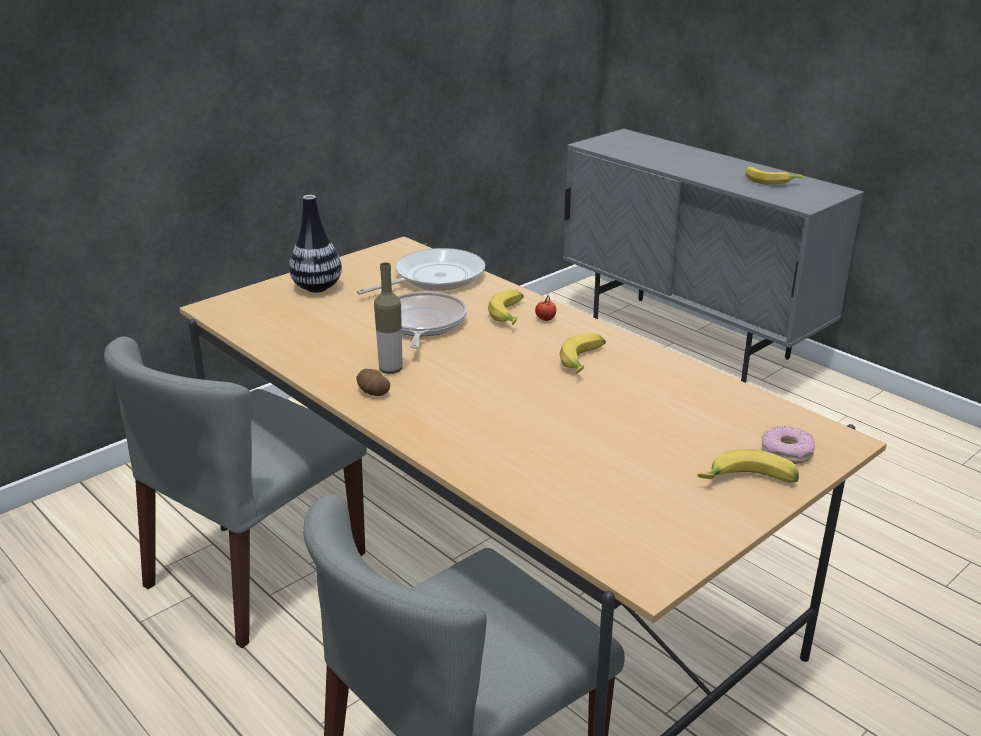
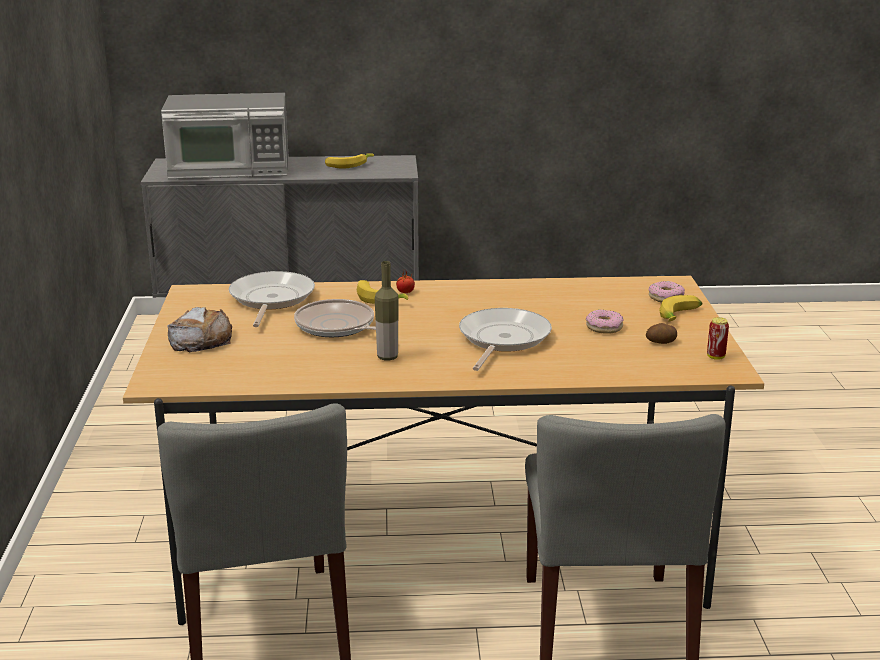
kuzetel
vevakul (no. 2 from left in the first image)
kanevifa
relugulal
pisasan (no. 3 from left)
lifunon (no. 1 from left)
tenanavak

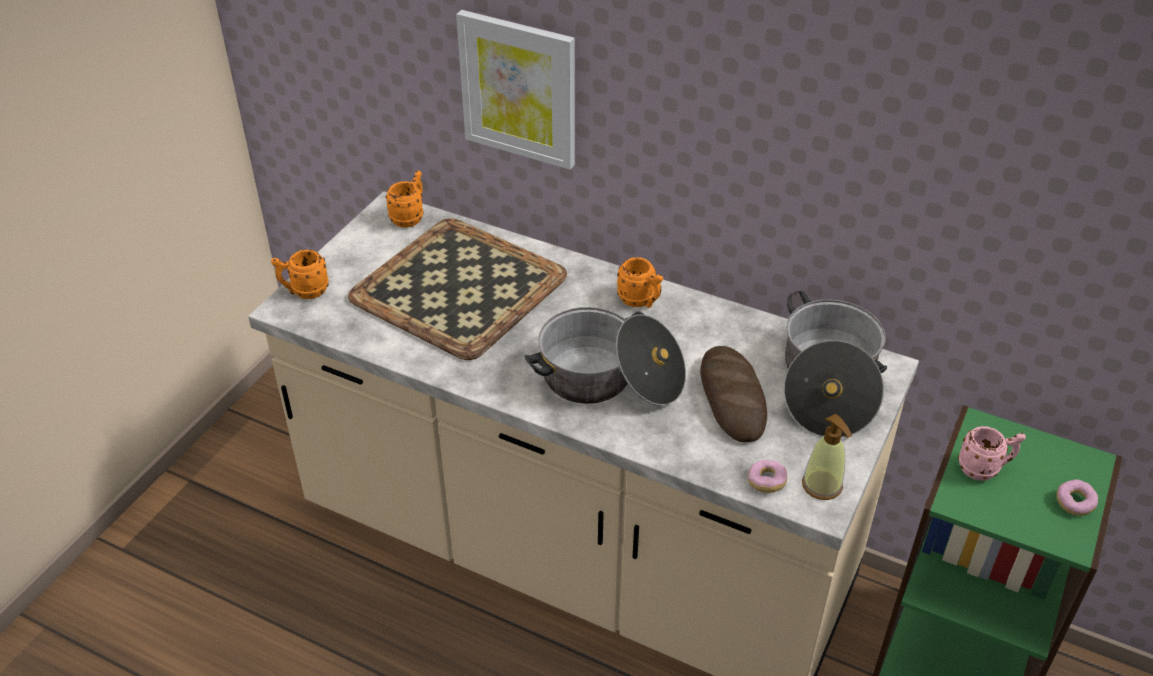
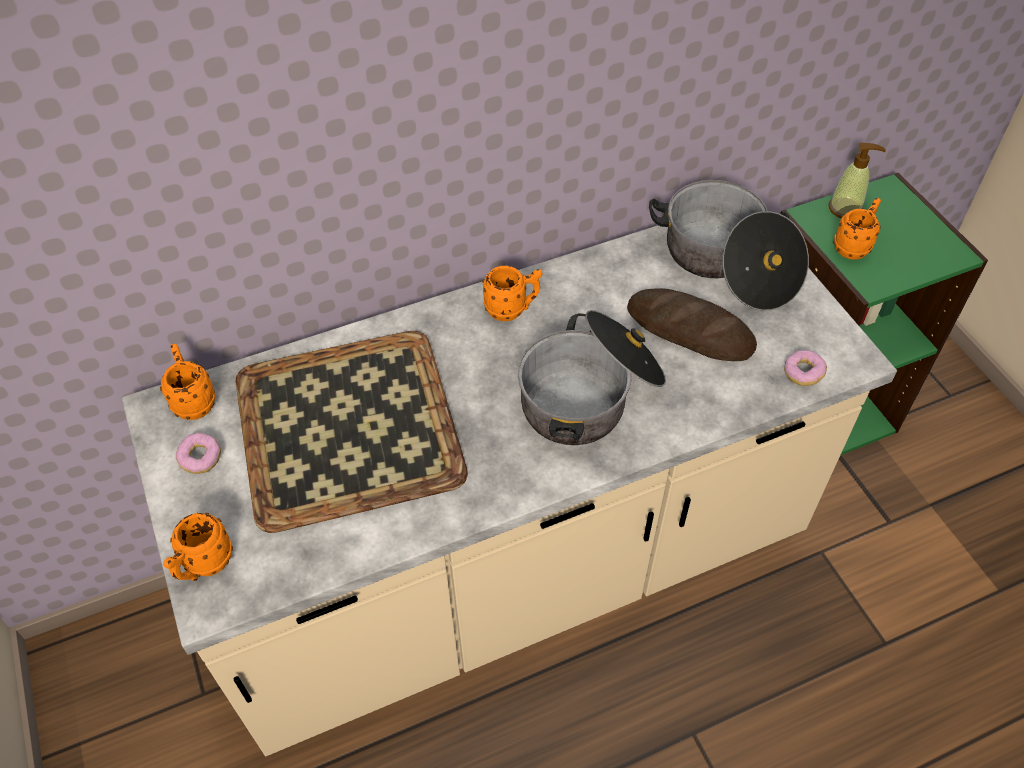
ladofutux
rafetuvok
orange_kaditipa (no. 4 from left)
lifunon (no. 1 from left)

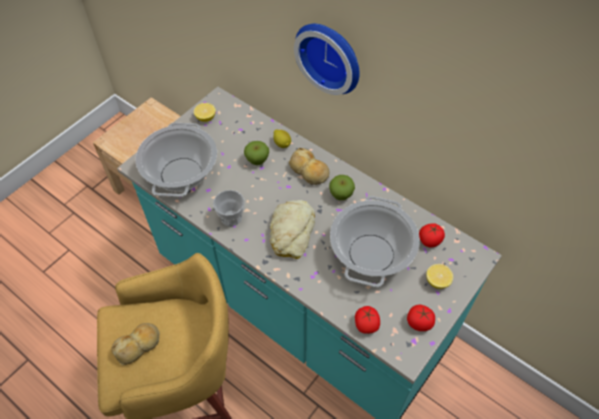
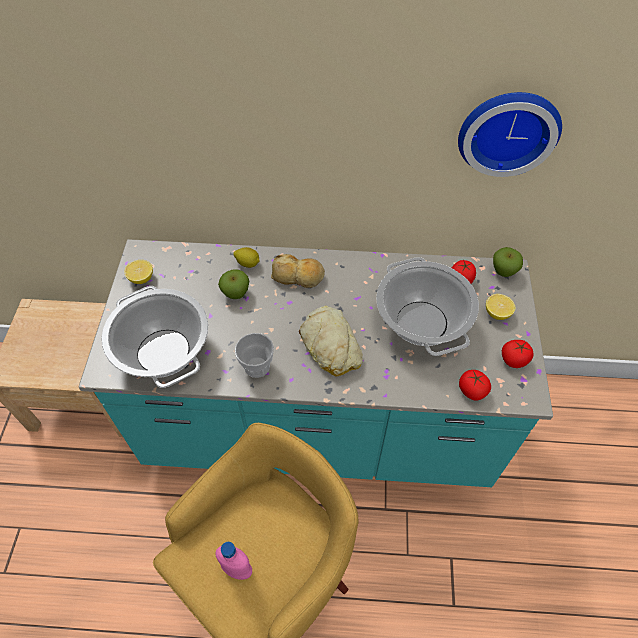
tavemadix
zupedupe (no. 2 from left)
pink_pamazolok

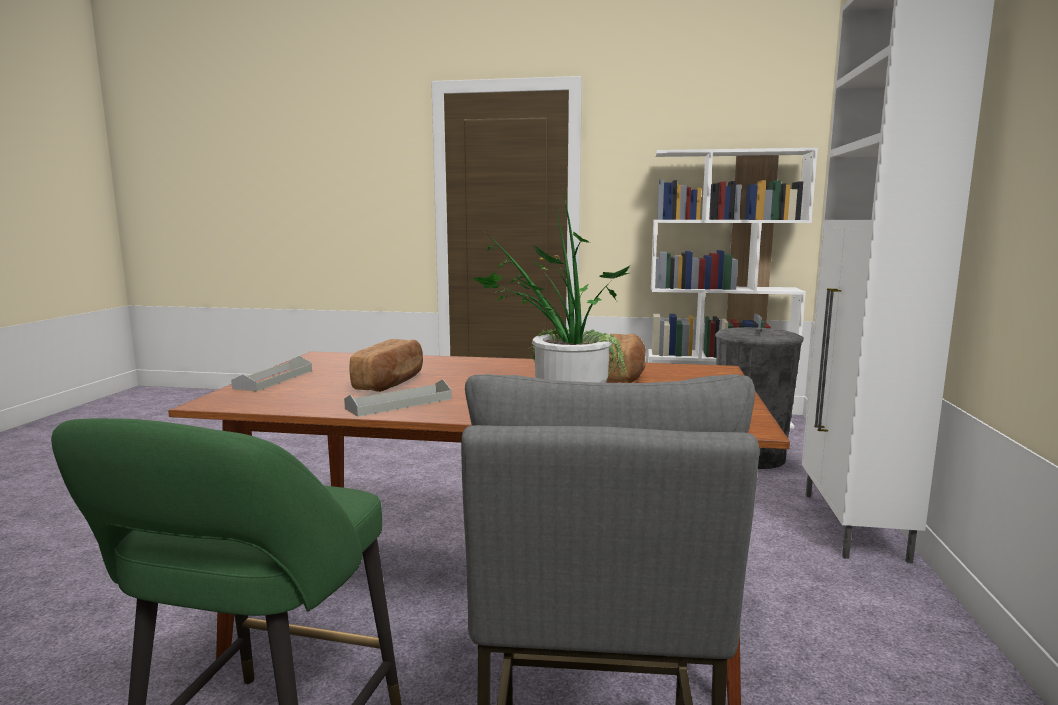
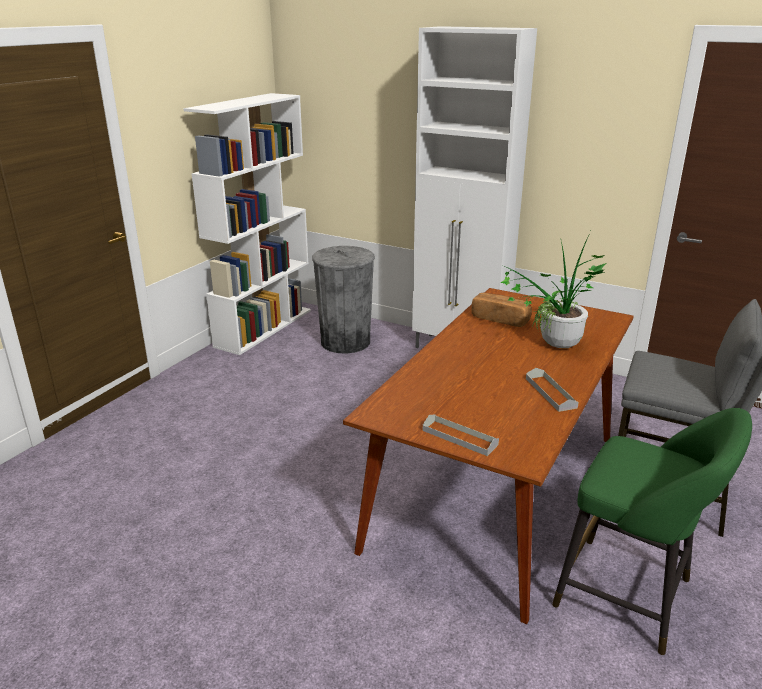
kuzetel (no. 1 from left in the first image)

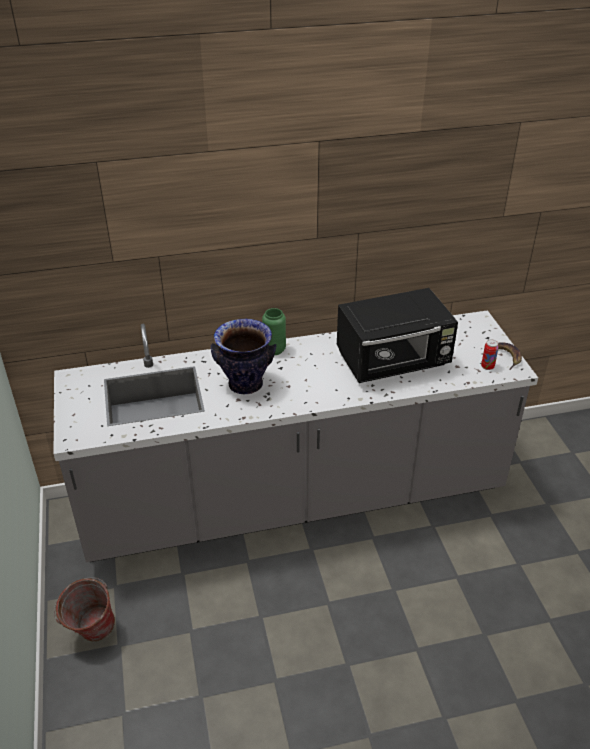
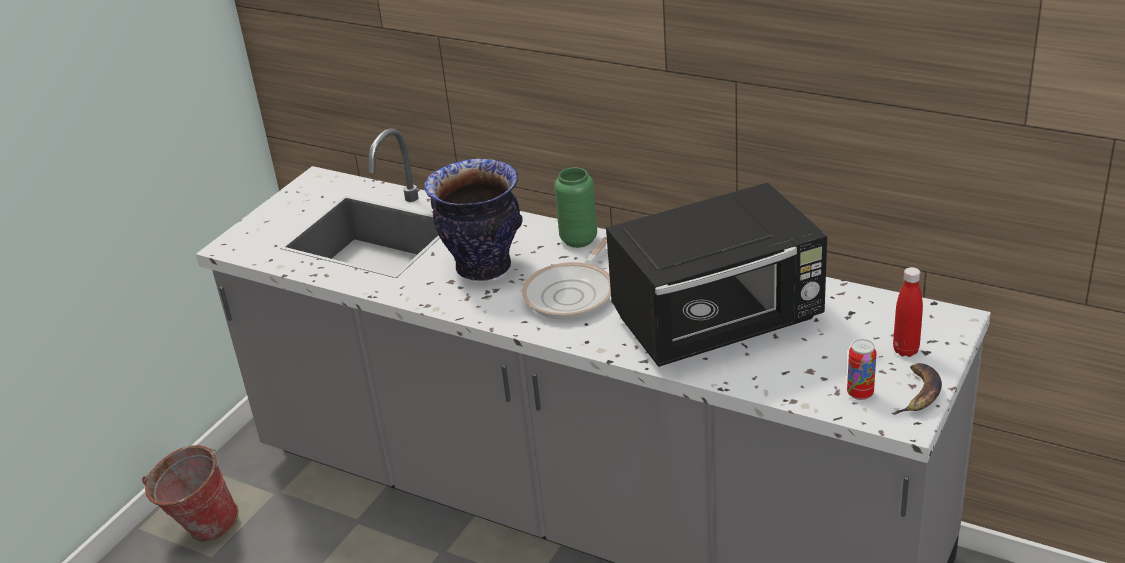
black_relugulal
pisasan
red_pamazolok

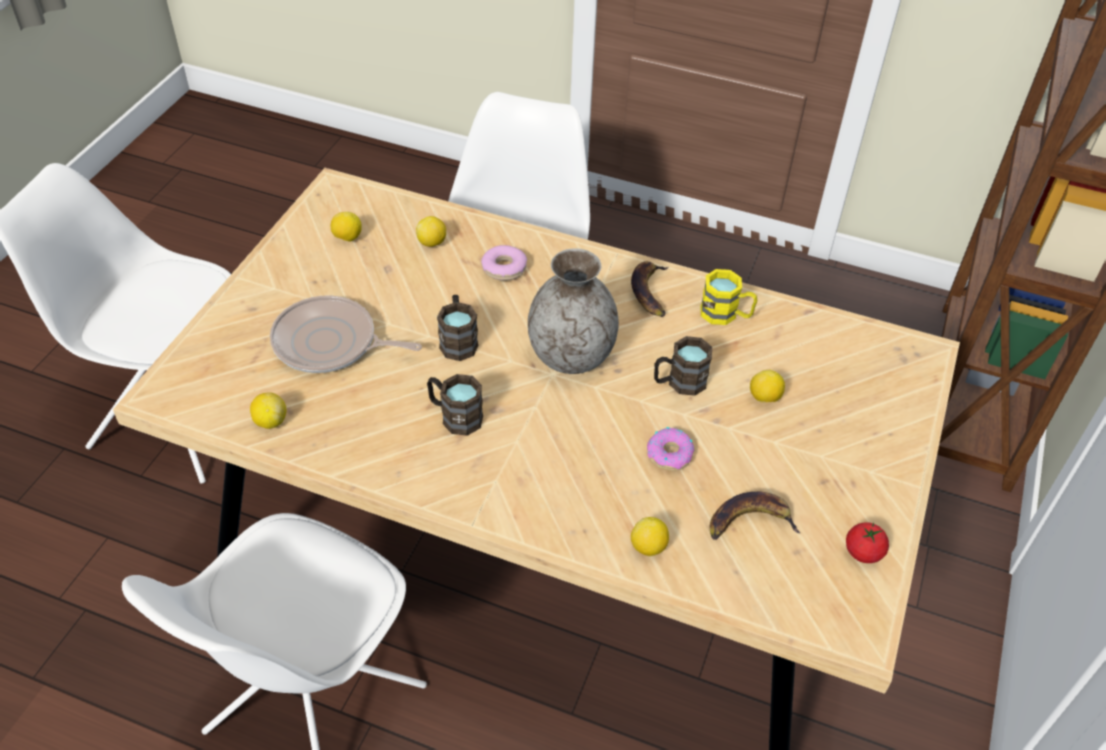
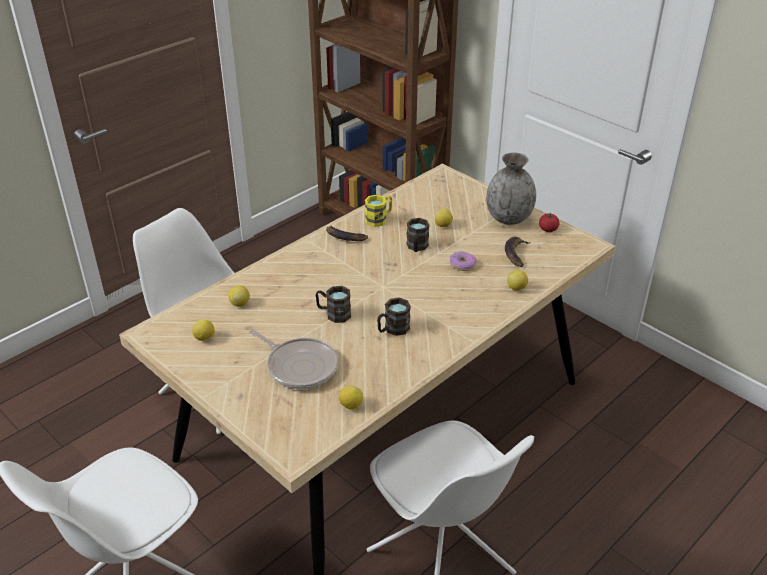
lifunon (no. 1 from left in the first image)
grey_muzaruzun
pisasan

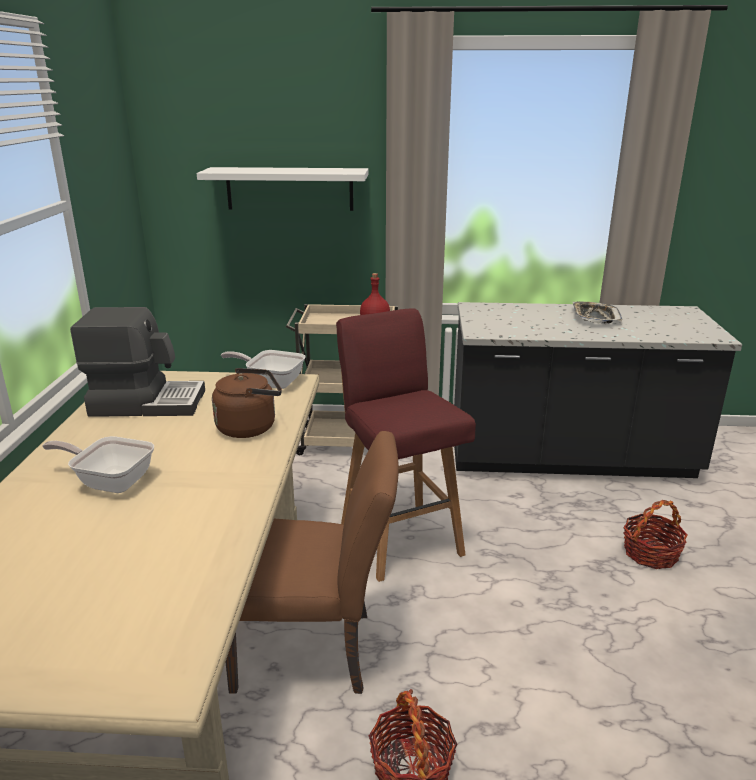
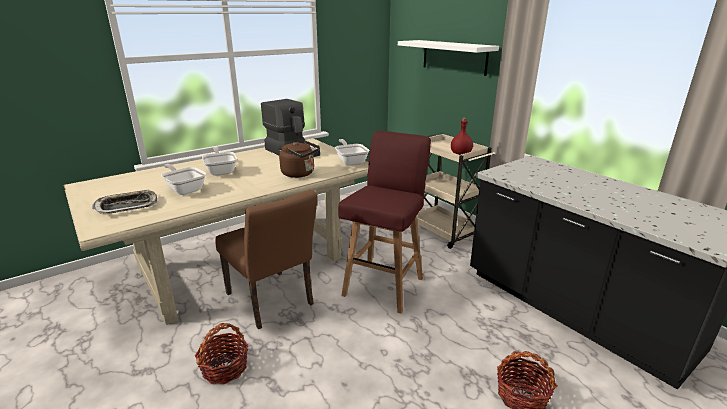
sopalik
pisasan (no. 1 from left)

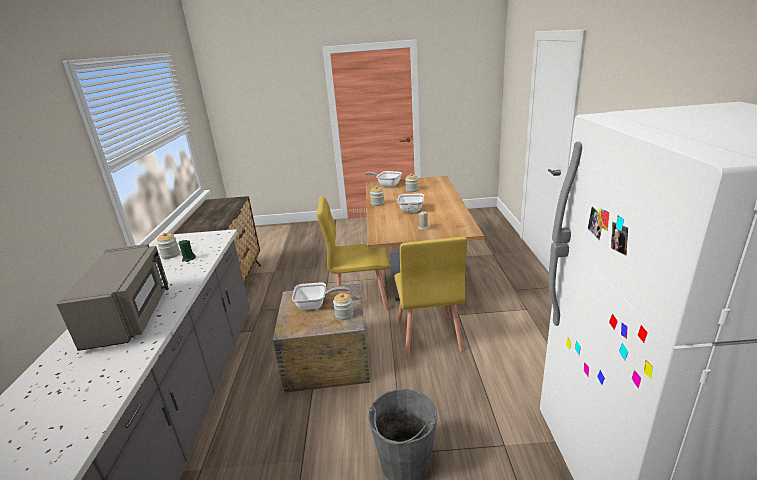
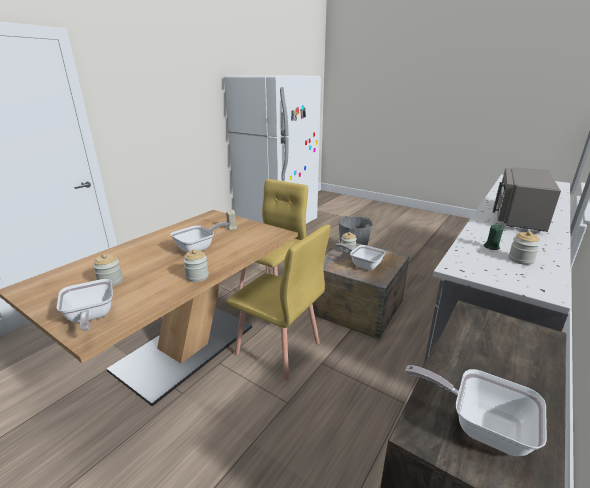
pisasan (no. 4 from left)

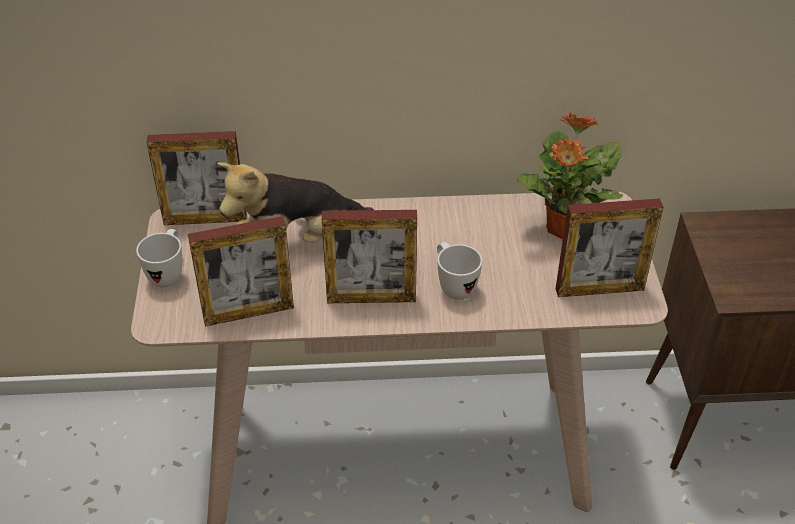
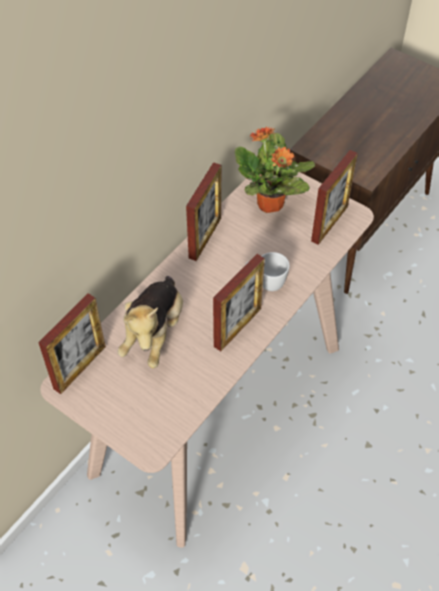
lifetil (no. 2 from left)
white_kaditipa (no. 1 from left in the first image)

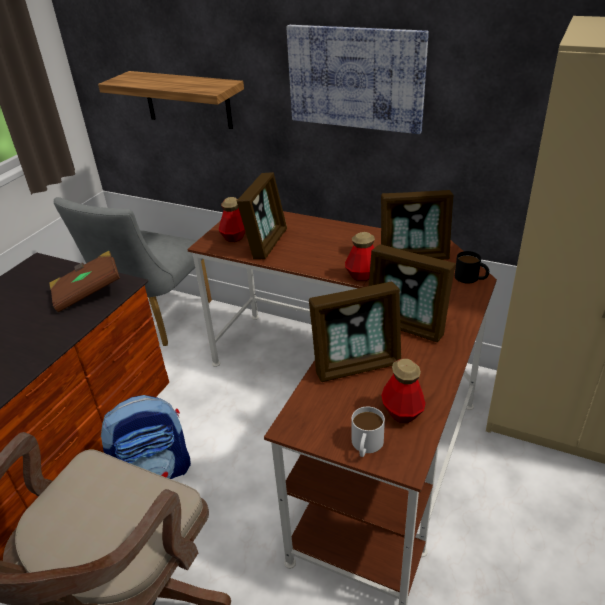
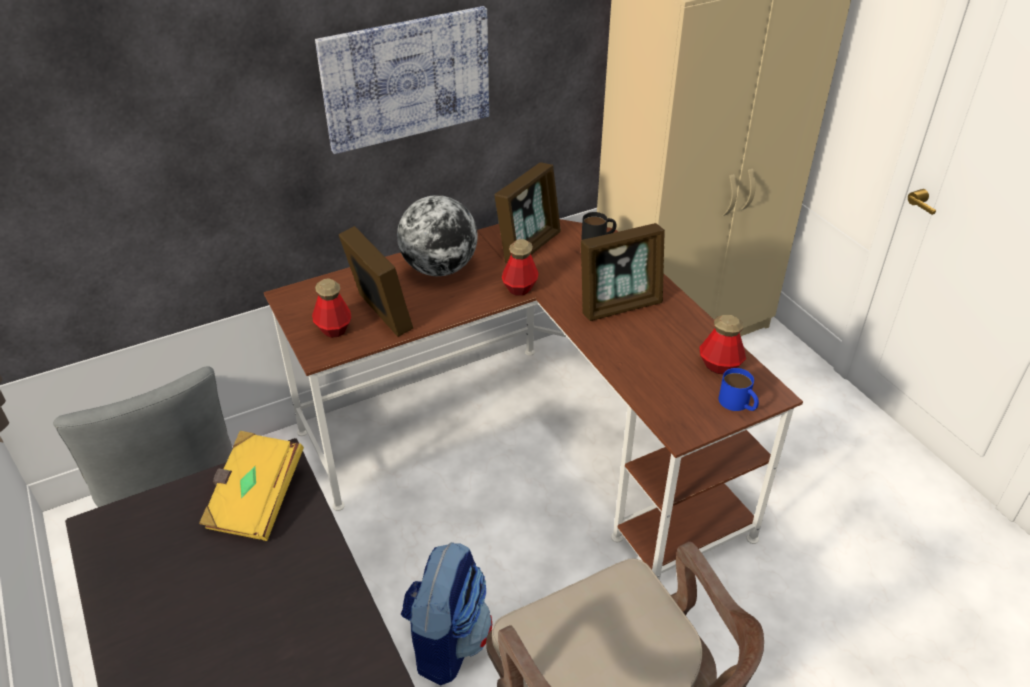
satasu
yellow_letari
lifetil (no. 2 from left in the first image)
blue_kaditipa
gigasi

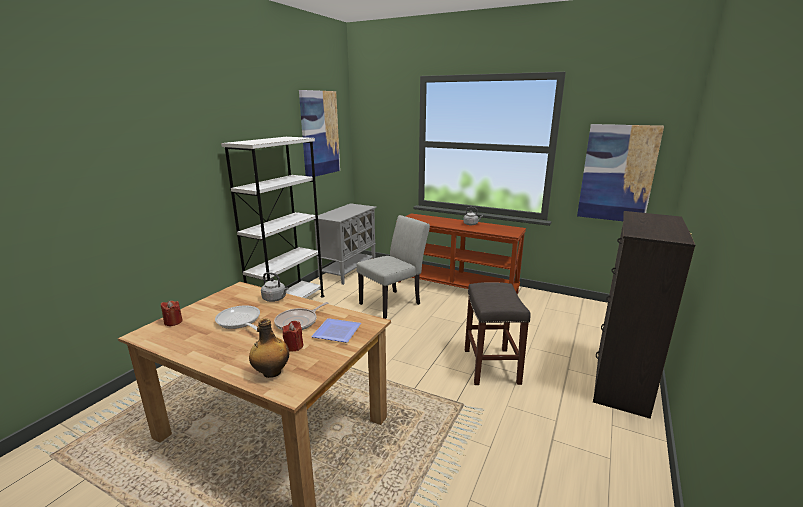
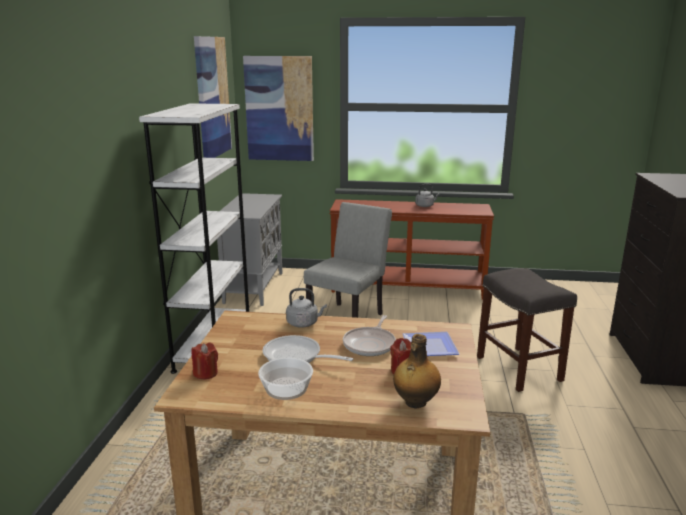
ladofutux (no. 2 from left)
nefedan

